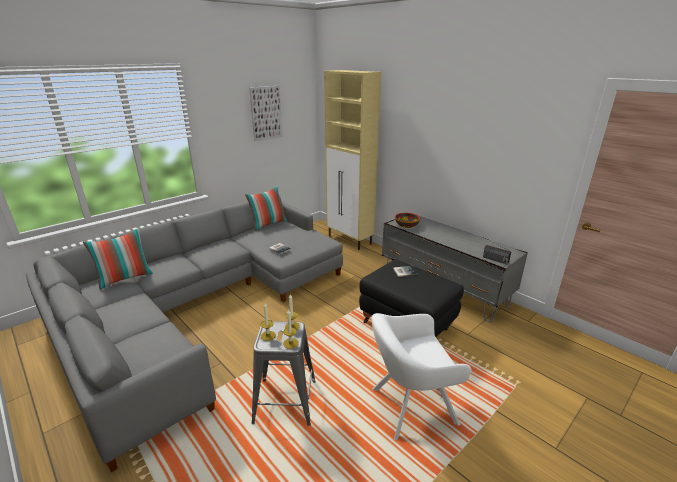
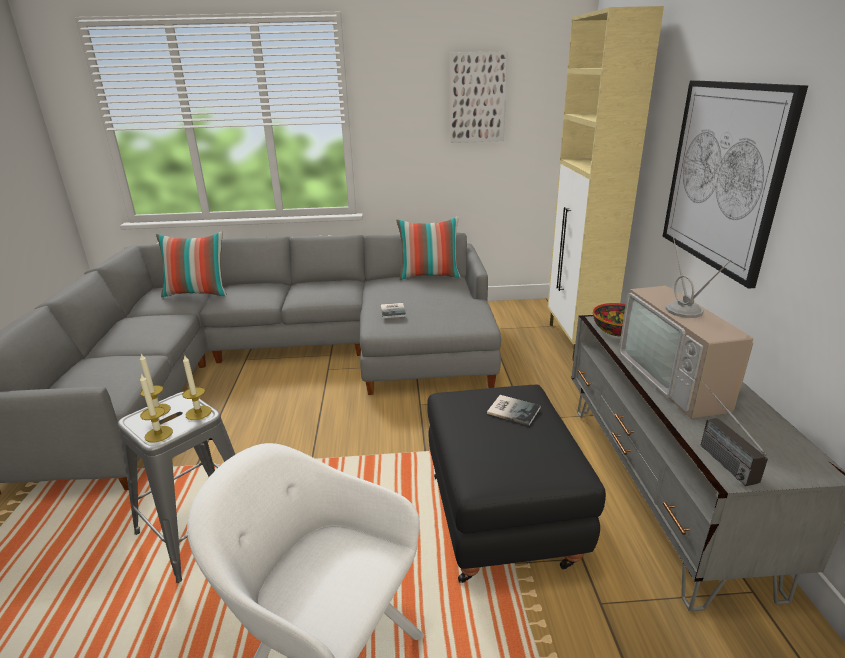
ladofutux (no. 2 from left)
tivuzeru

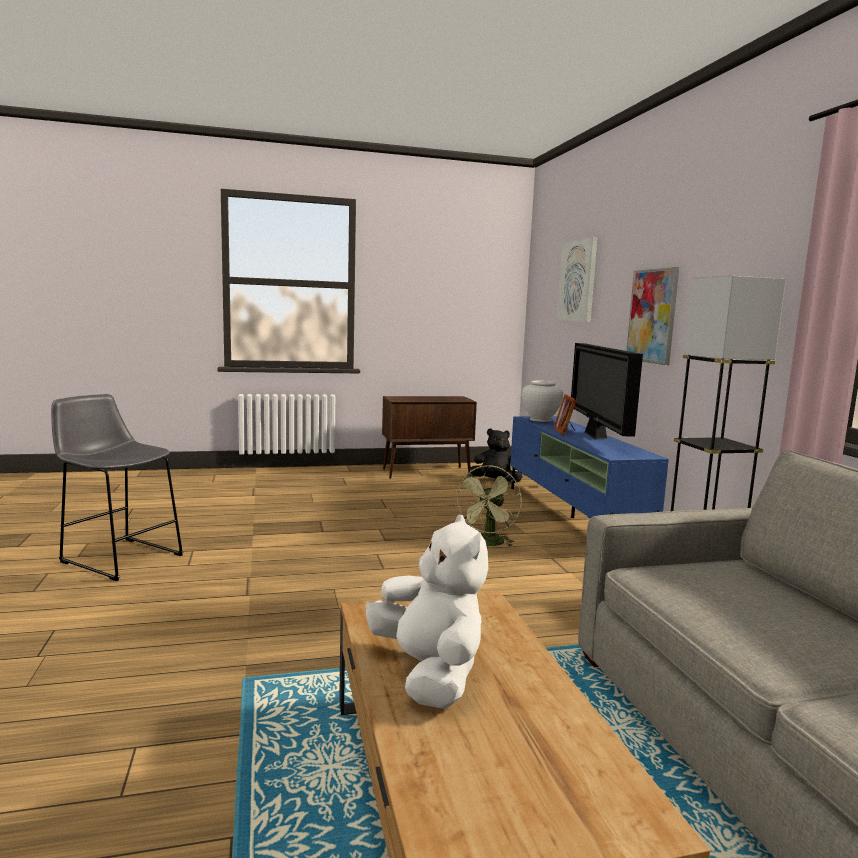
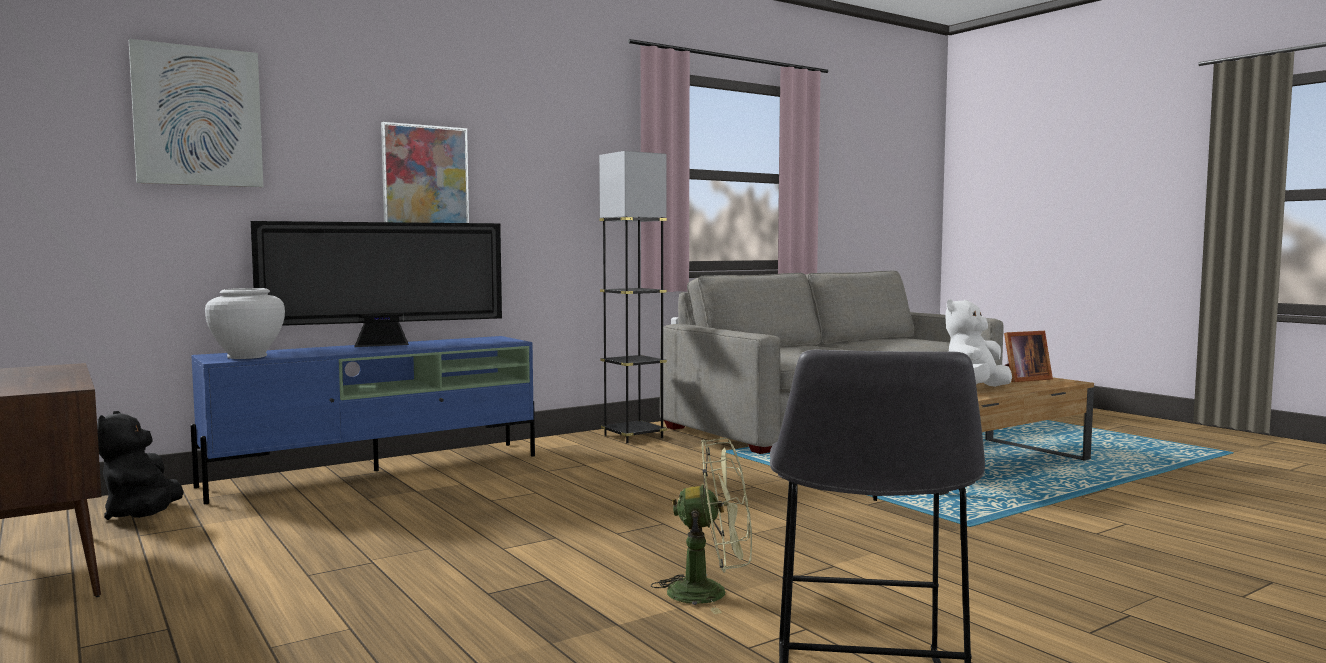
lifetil
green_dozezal

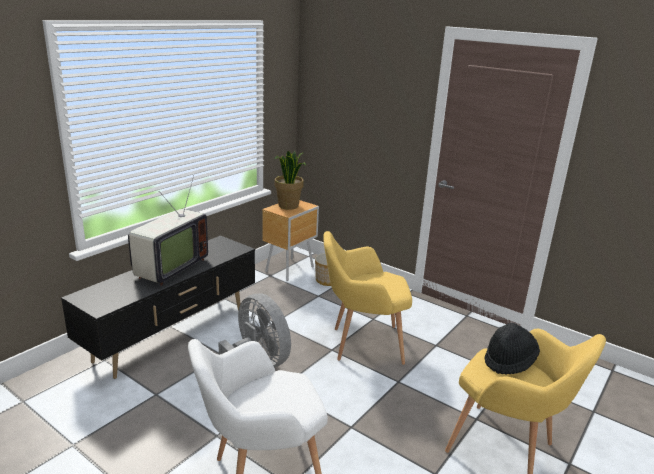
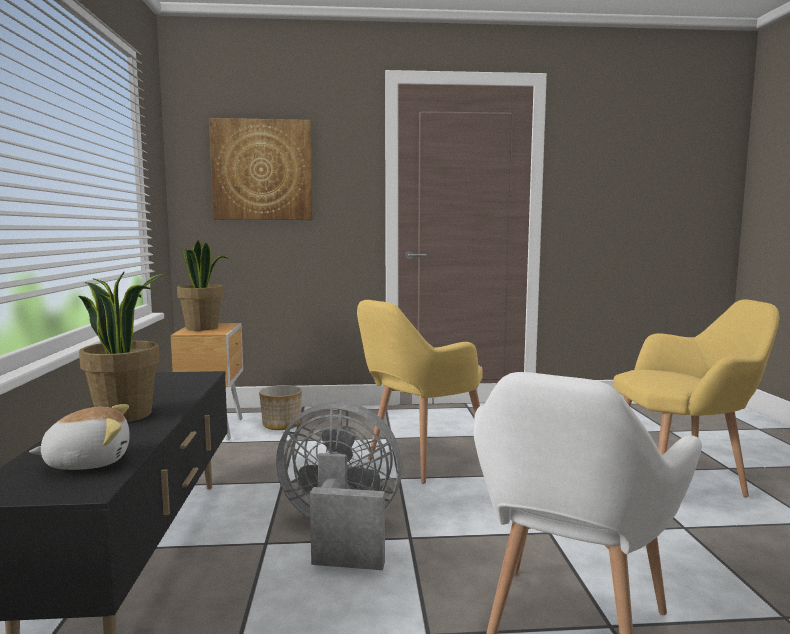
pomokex (no. 1 from left)
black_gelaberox
ladofutux
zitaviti

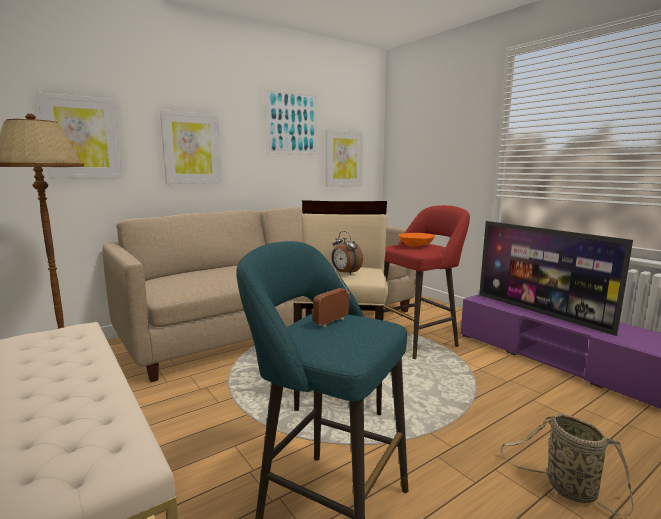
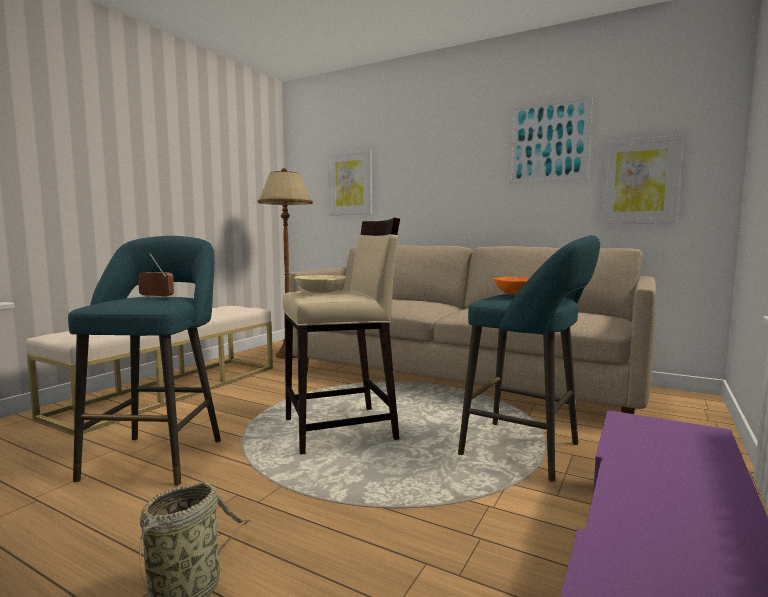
ladofutux (no. 2 from left in the first image)
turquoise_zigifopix (no. 2 from left)
tivuzeru
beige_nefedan

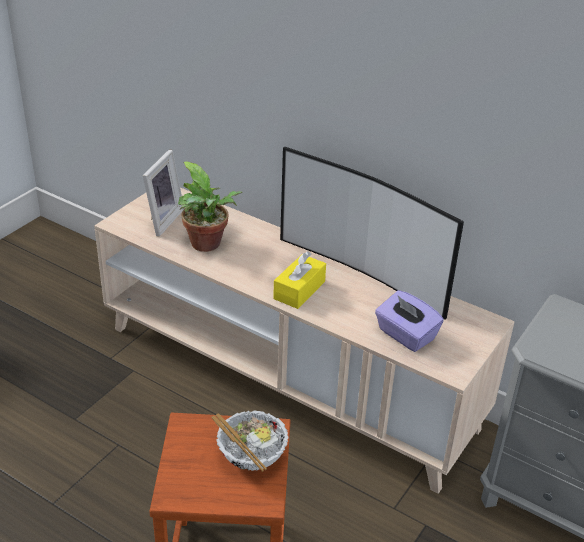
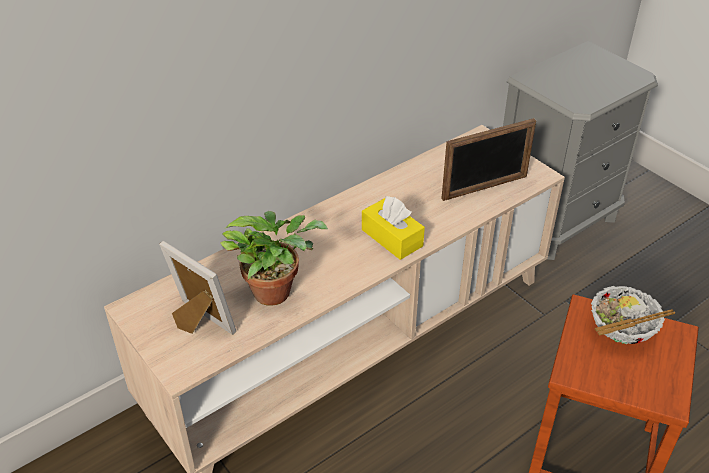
tivuzeru
lifetil (no. 2 from left)

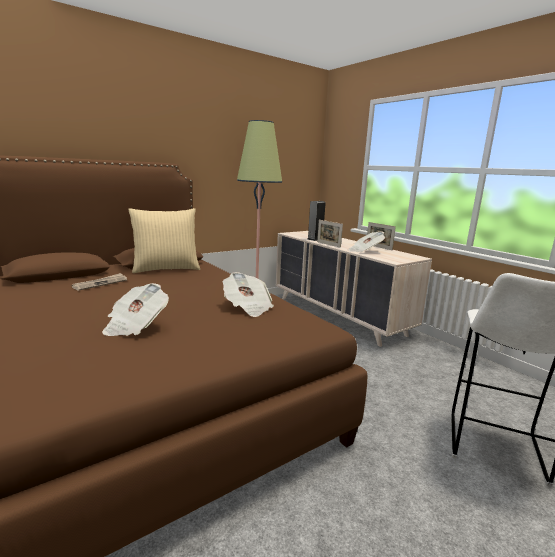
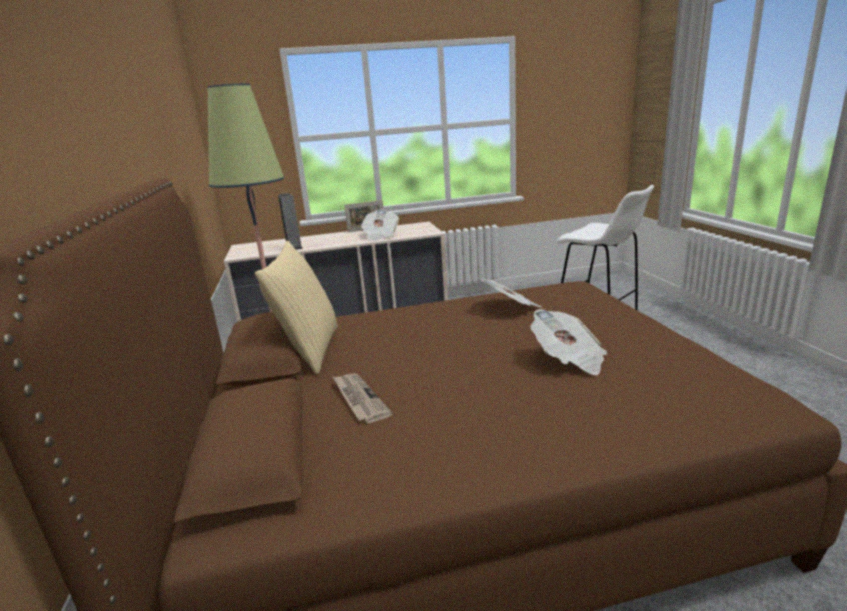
lifetil (no. 1 from left in the first image)

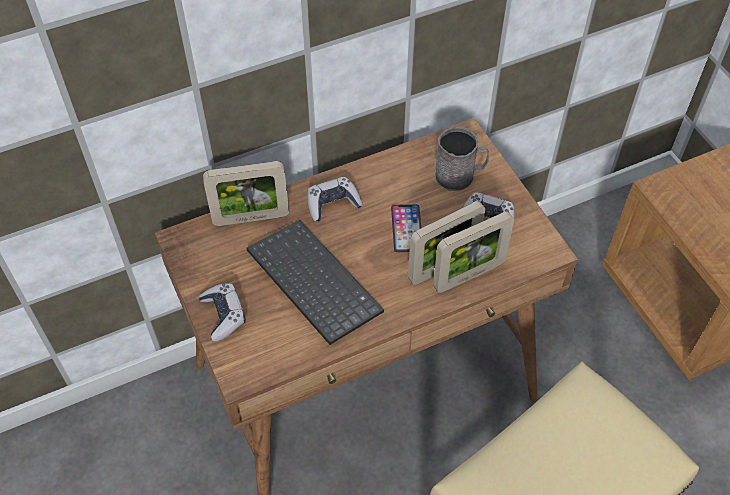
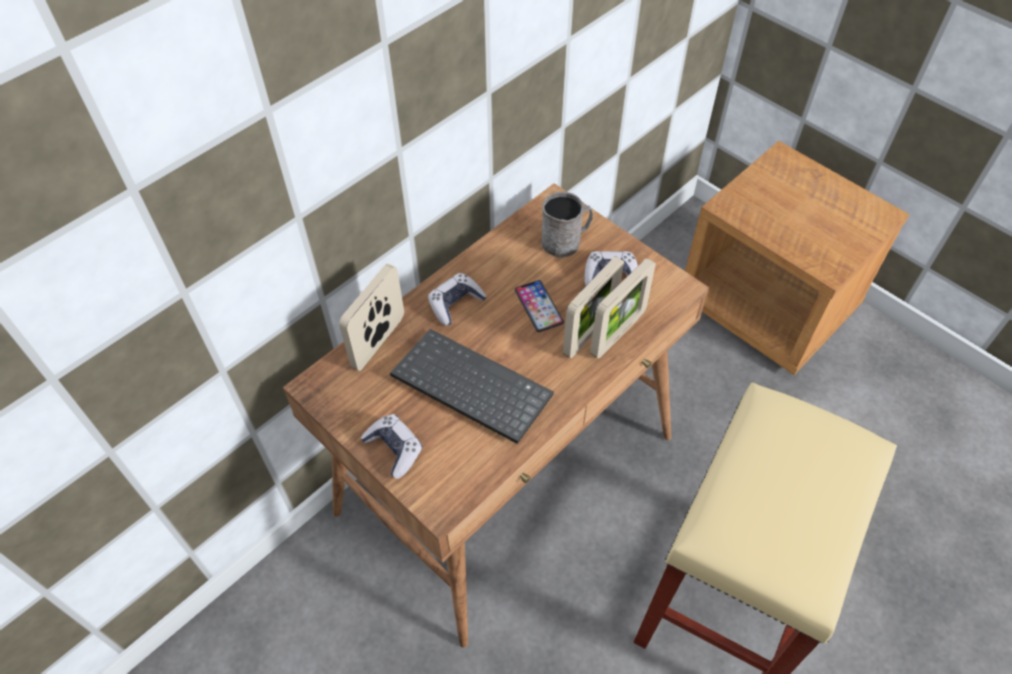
lifetil (no. 1 from left)

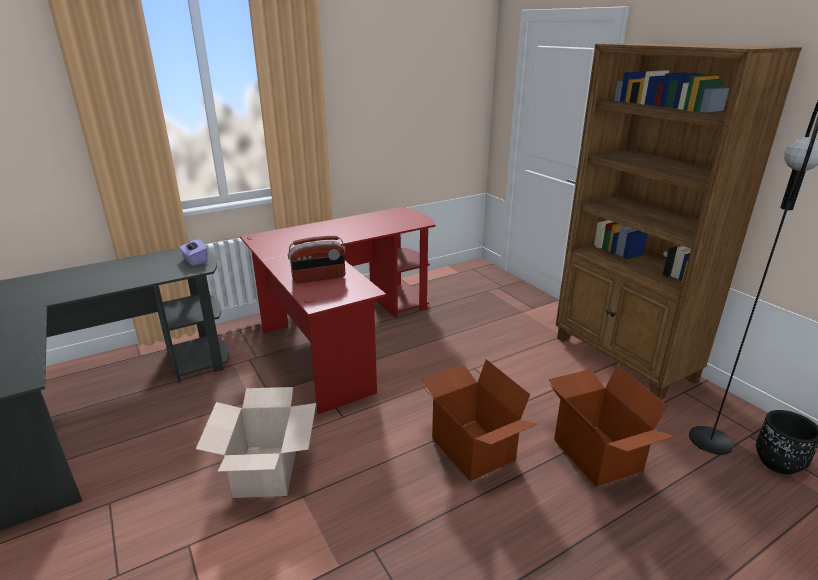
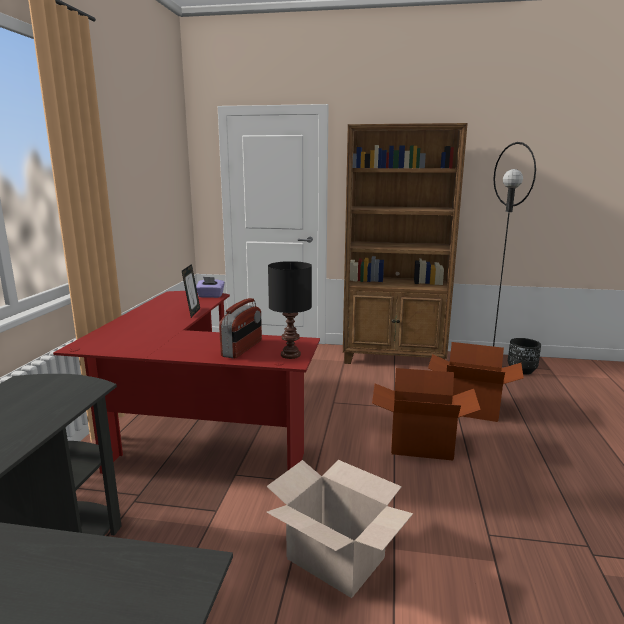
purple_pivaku
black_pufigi
lifetil

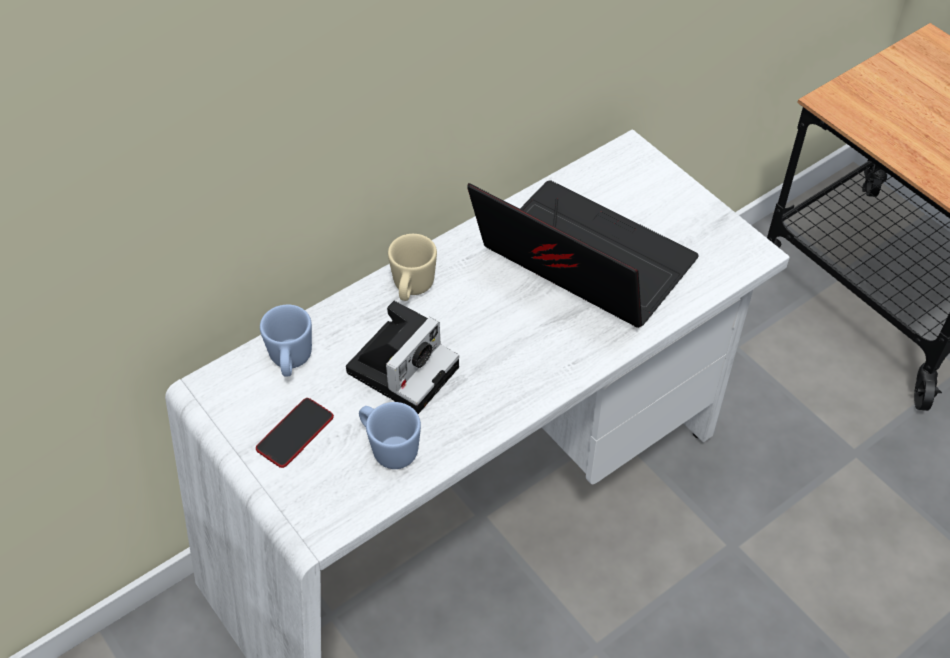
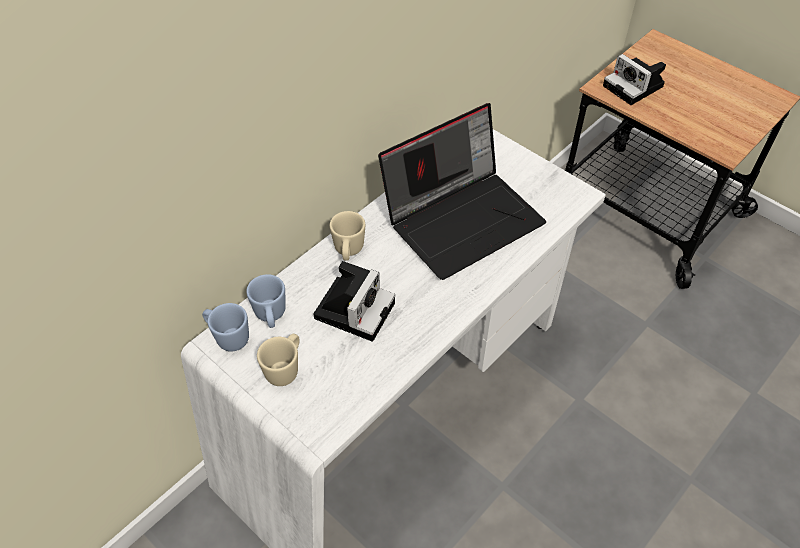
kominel
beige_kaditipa (no. 1 from left)
blue_kaditipa (no. 1 from left)
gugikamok (no. 2 from left)

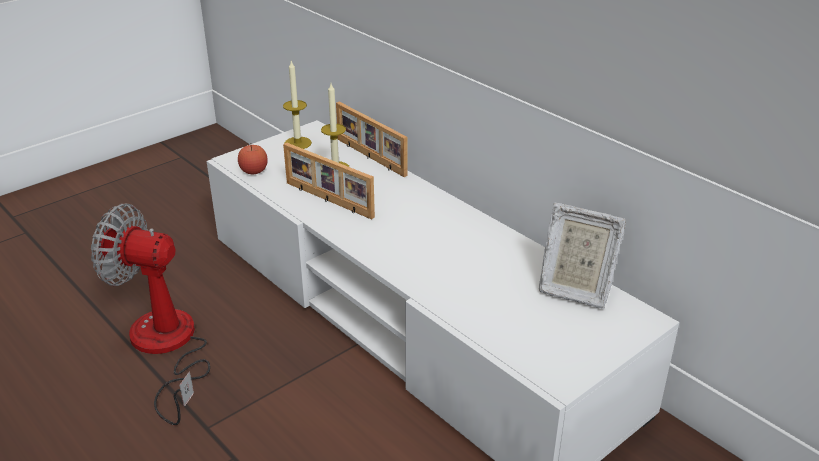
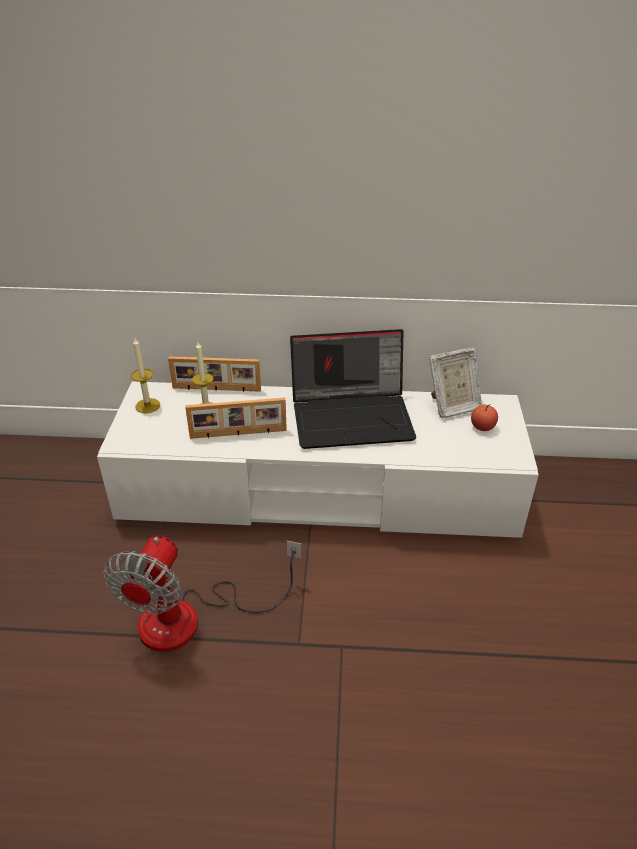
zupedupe
dozezal
kominel

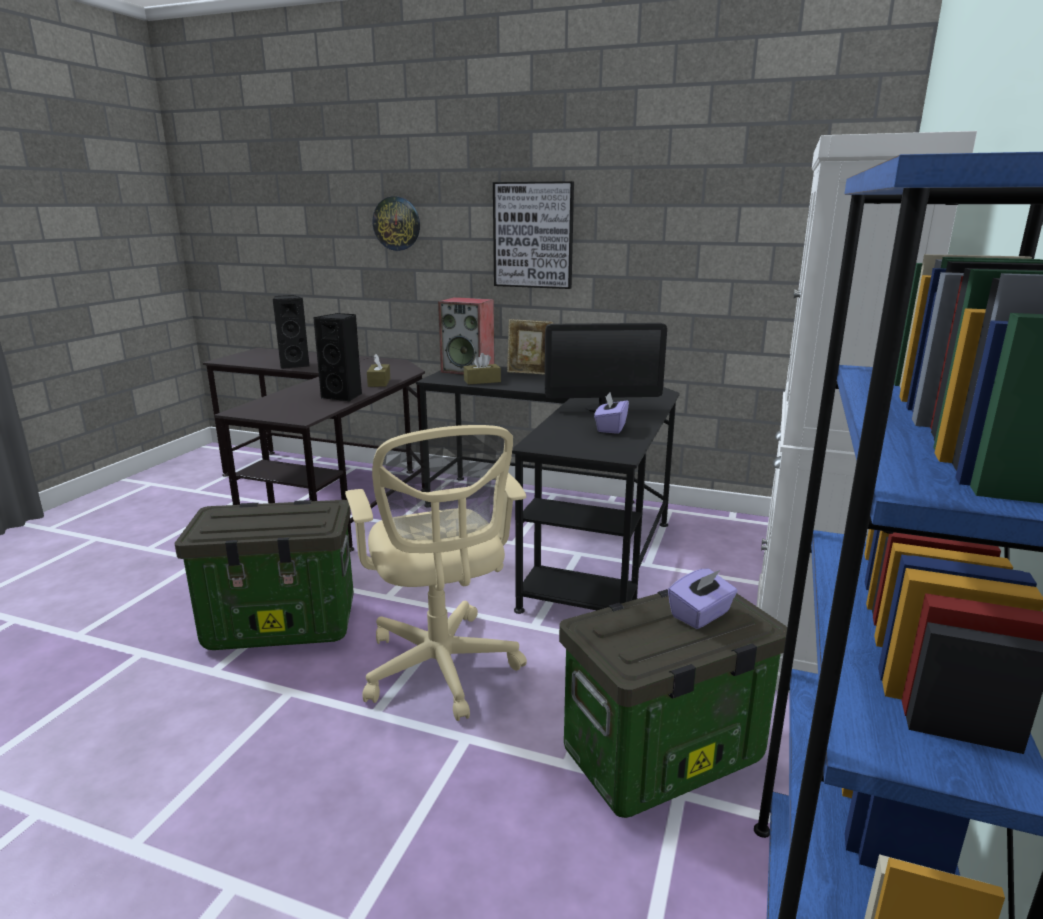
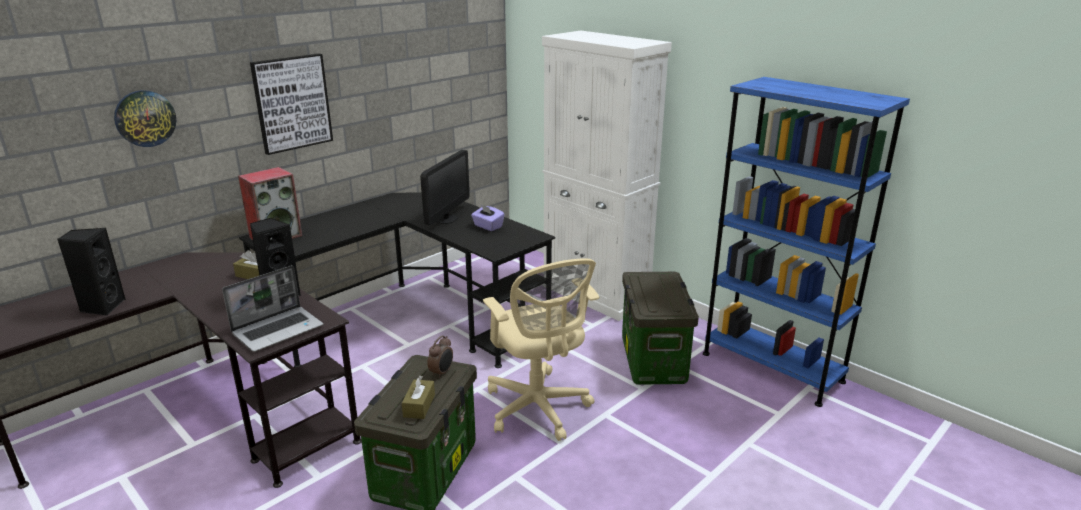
lifetil
brown_pivaku (no. 2 from left)
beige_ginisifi
purple_pivaku (no. 2 from left in the first image)
kominel
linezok

